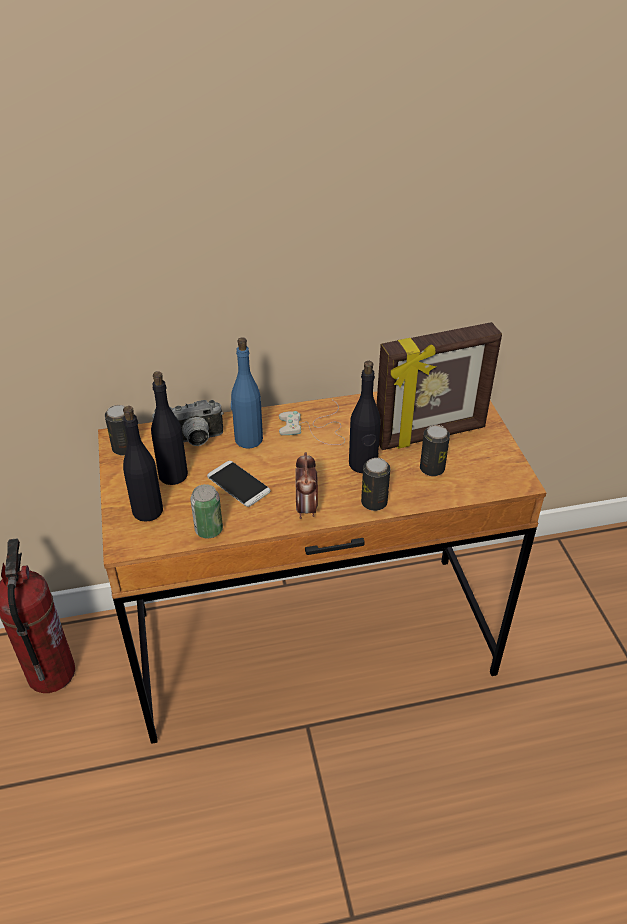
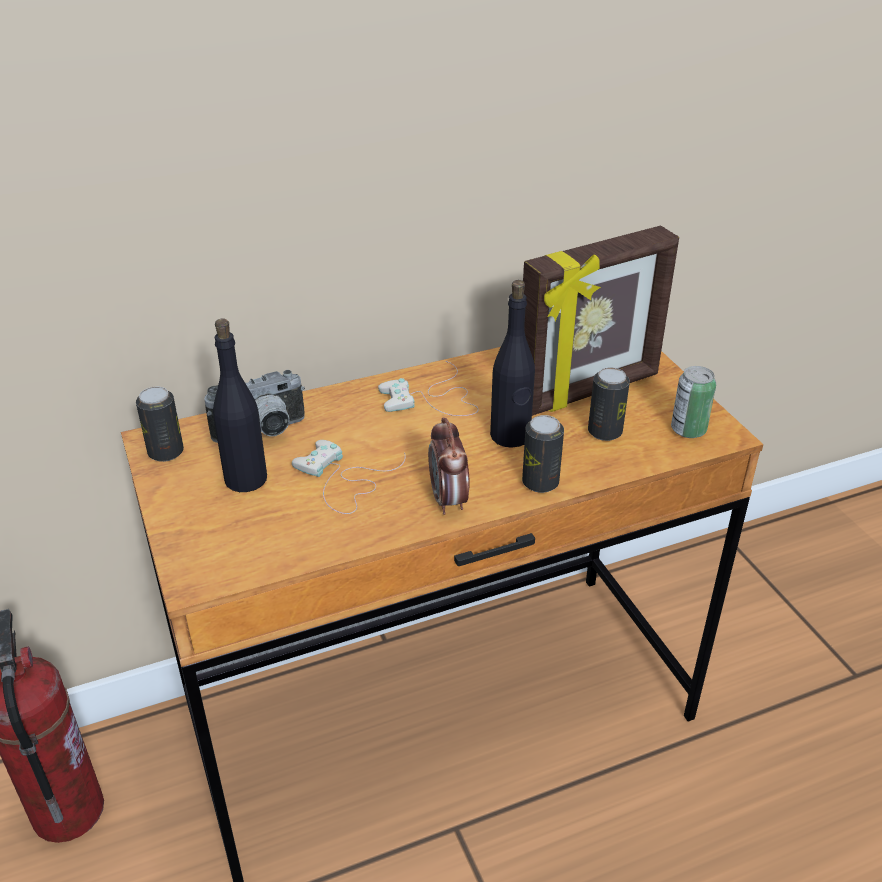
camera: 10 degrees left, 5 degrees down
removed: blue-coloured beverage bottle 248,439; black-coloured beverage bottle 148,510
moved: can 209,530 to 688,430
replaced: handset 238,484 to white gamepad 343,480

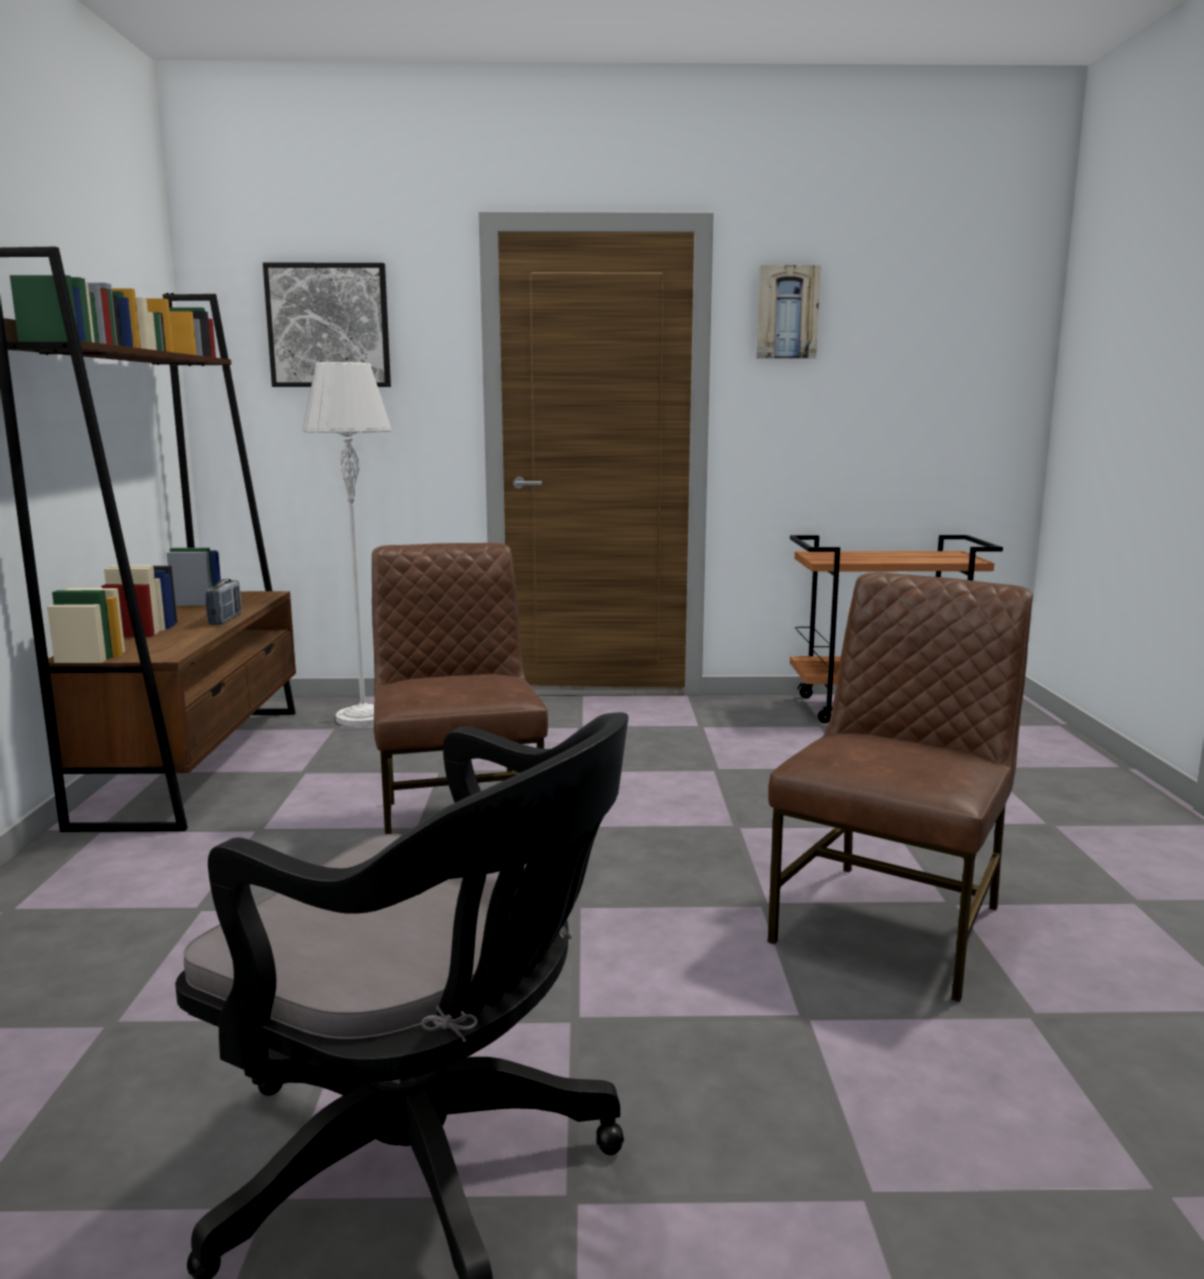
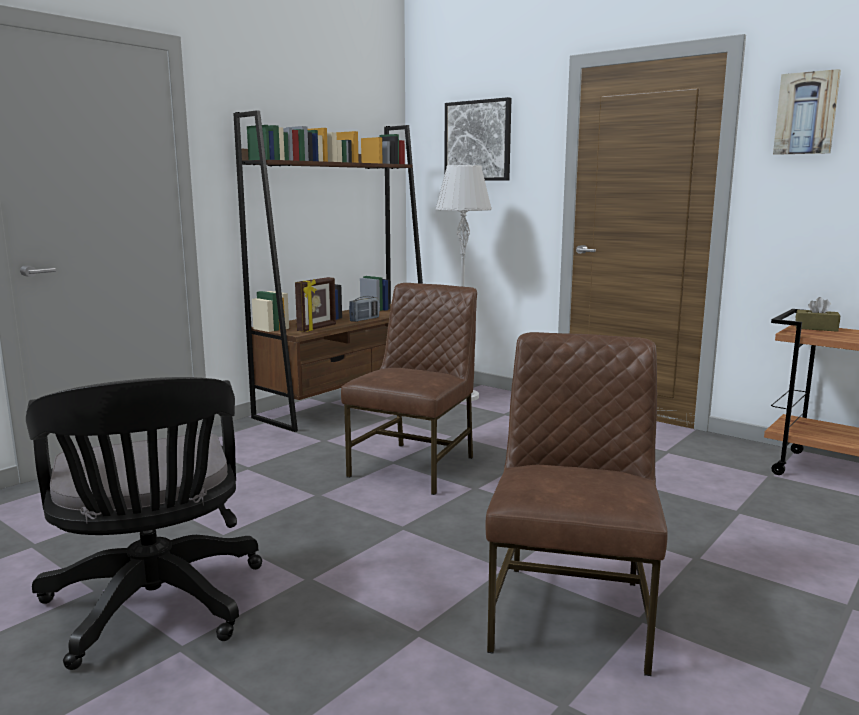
camera: 40 degrees right, 0 degrees up
added: picture frame 317,328; brown-coloured tissue box 816,328
turned: brown-coloured chair 893,923 = 571,613 60 degrees counterclockwise

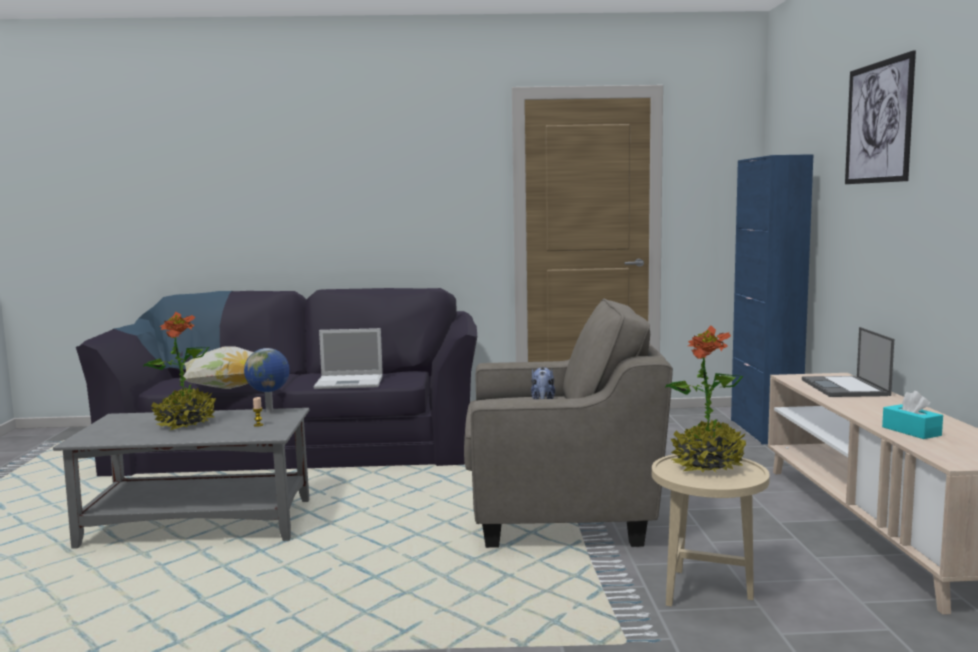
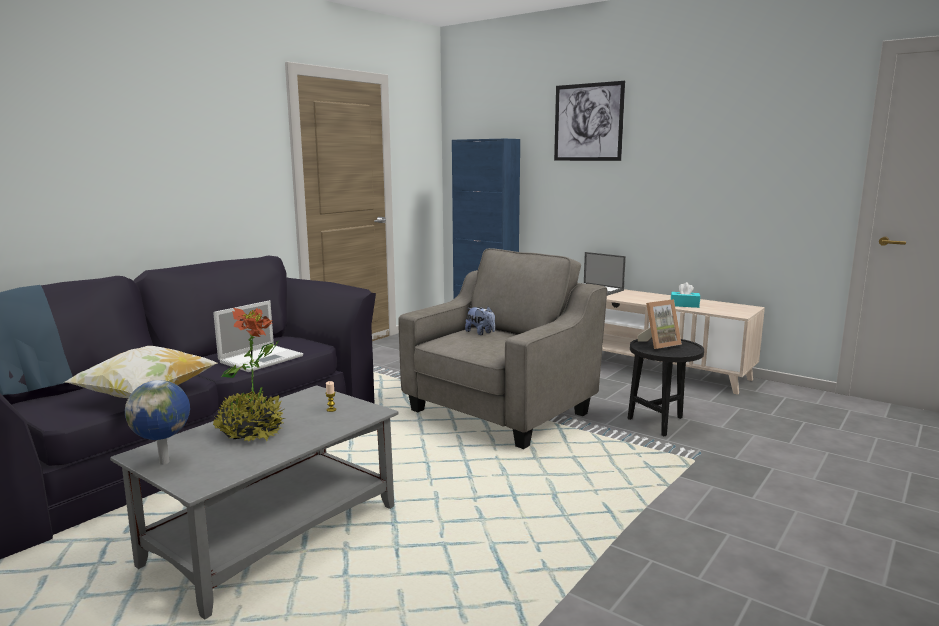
camera: 50 degrees left, 5 degrees up
moved: world globe 270,411 to 165,462
replaced: plant in a pot 707,464 to picture frame 659,344
recoloured: sand-coloured side table 706,592 to black-coloured side table 661,422

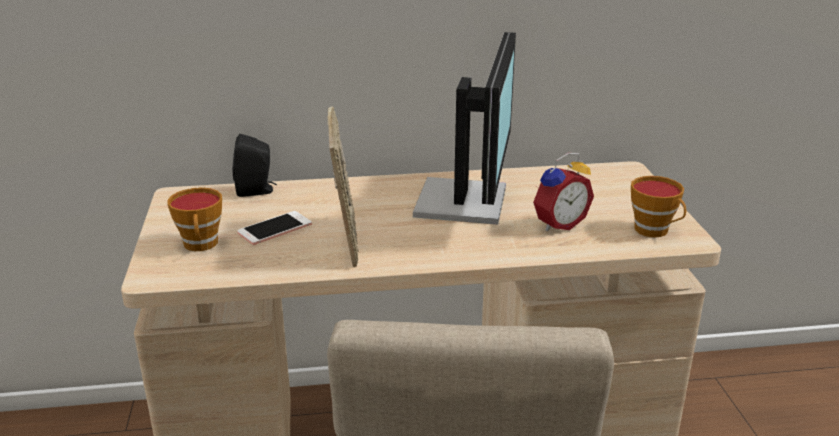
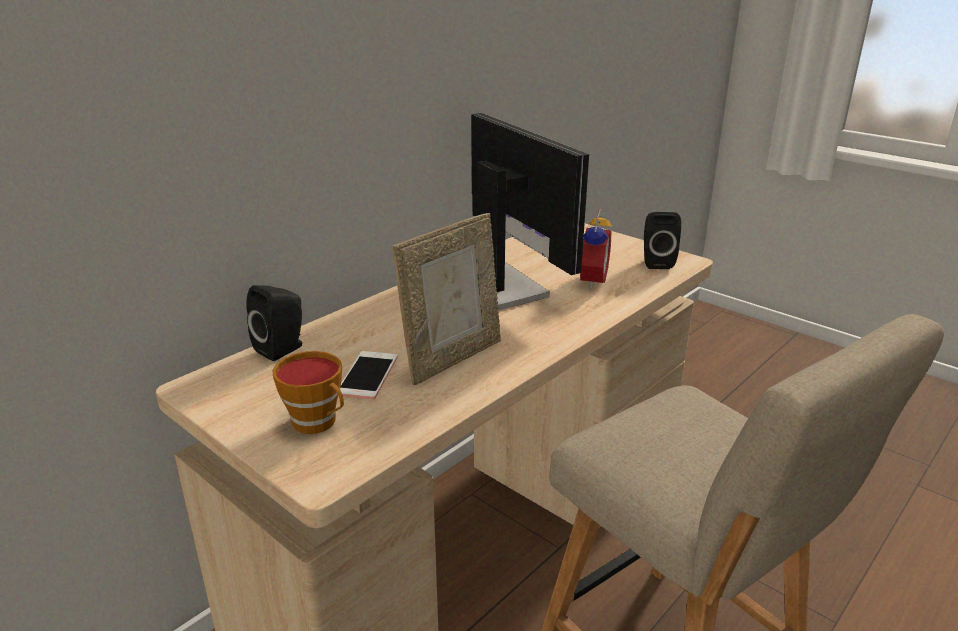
camera: 40 degrees left, 0 degrees up
replaced: cup 655,231 to black-coloured audio speaker 656,262
turned: picture frame 345,240 = 452,358 90 degrees clockwise

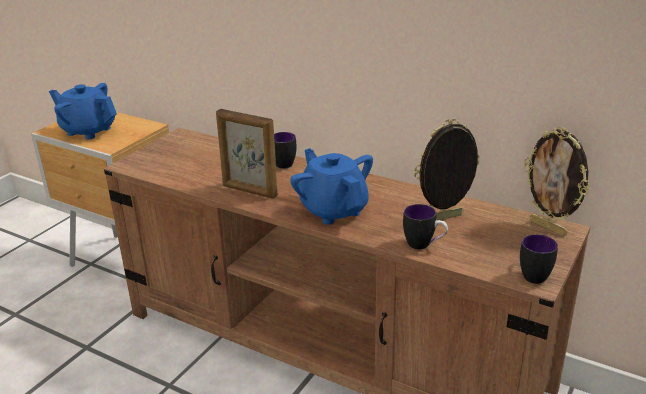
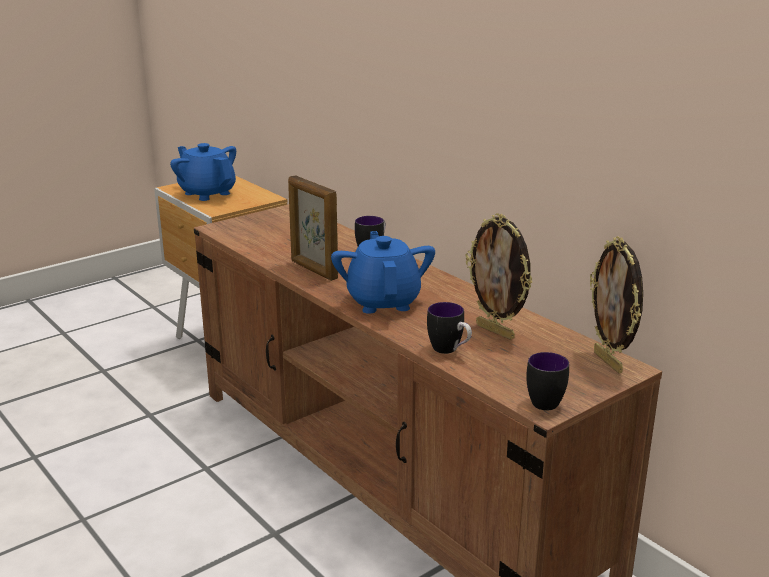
camera: 20 degrees right, 5 degrees down
turned: picture frame 445,219 = 496,331 135 degrees counterclockwise

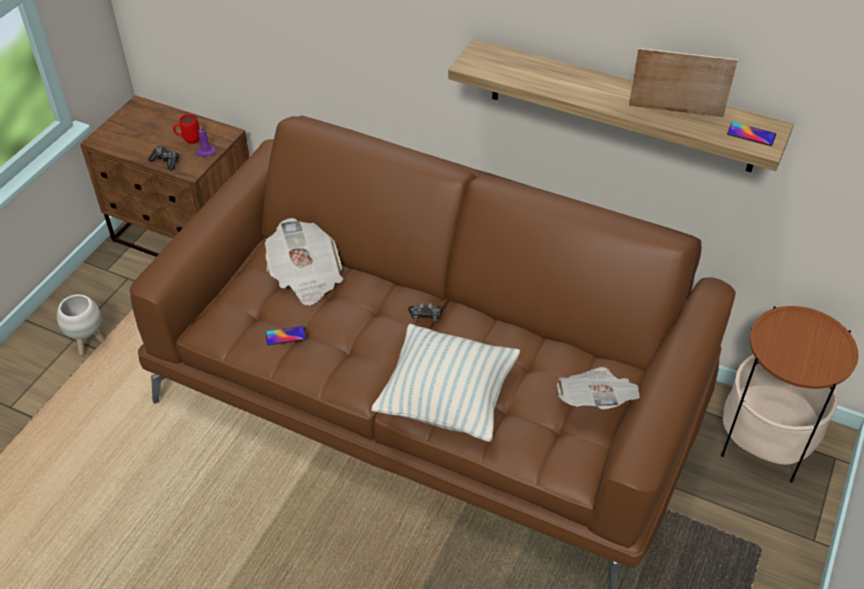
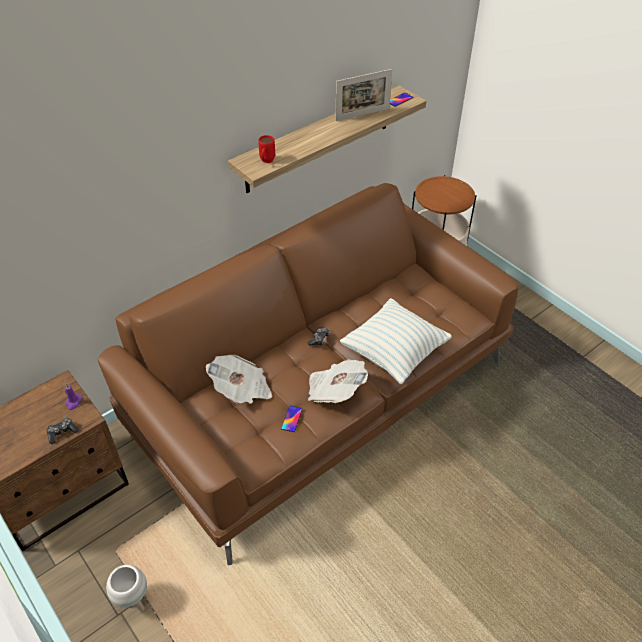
camera: 65 degrees left, 0 degrees up
moved: red tea mug 188,141 to 266,162; newspaper 595,401 to 335,391
turned: picture frame 675,111 = 362,114 150 degrees counterclockwise

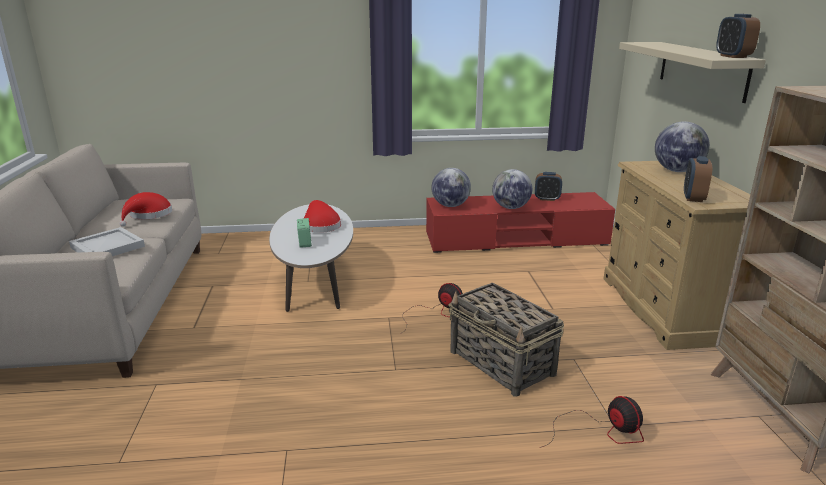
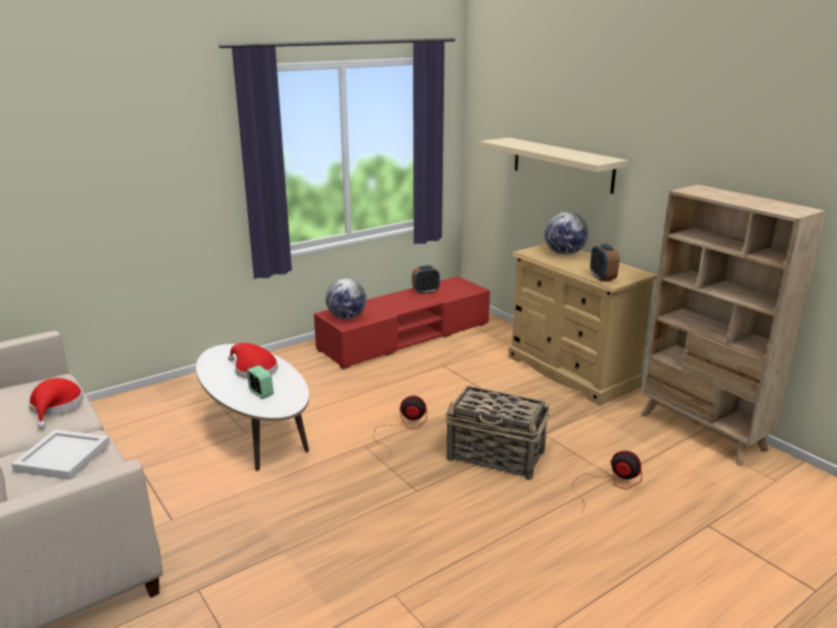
camera: 30 degrees left, 0 degrees up
removed: table clock 733,56; world globe 510,207

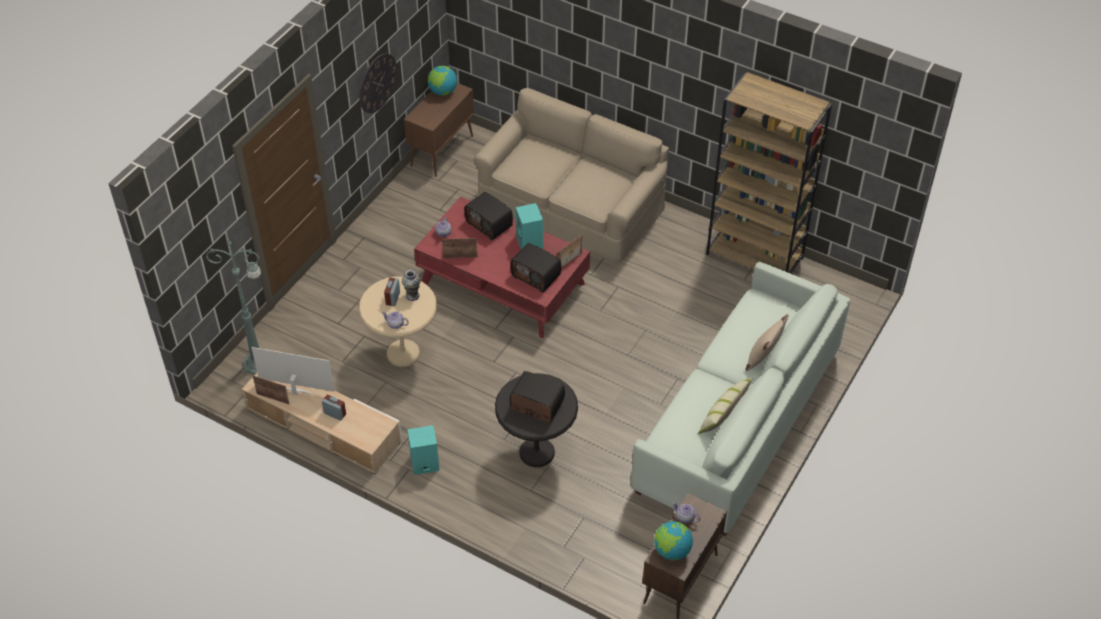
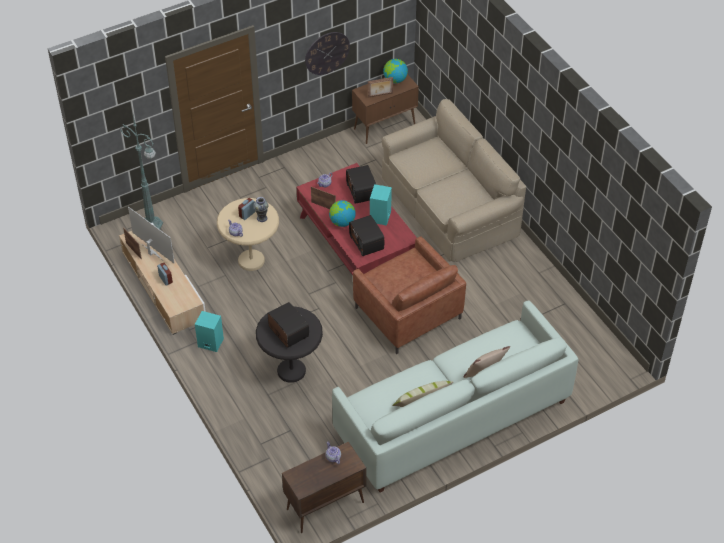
camera: 30 degrees right, 0 degrees up
removed: brown-coloured shelving unit 755,256
added: brown-coloured lounge chair 407,313
moved: picture frame 570,262 to 380,95; world globe 672,551 to 342,222

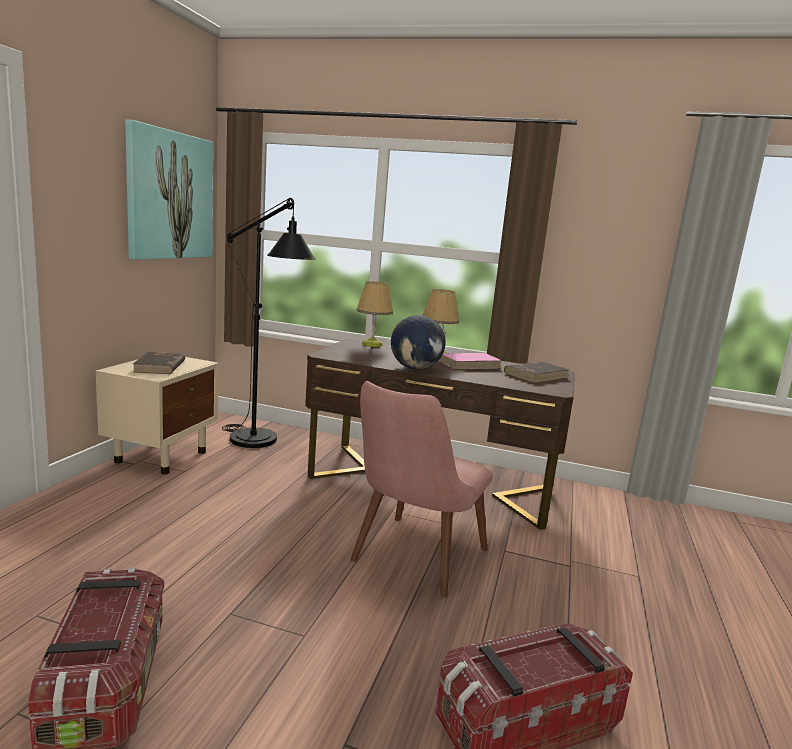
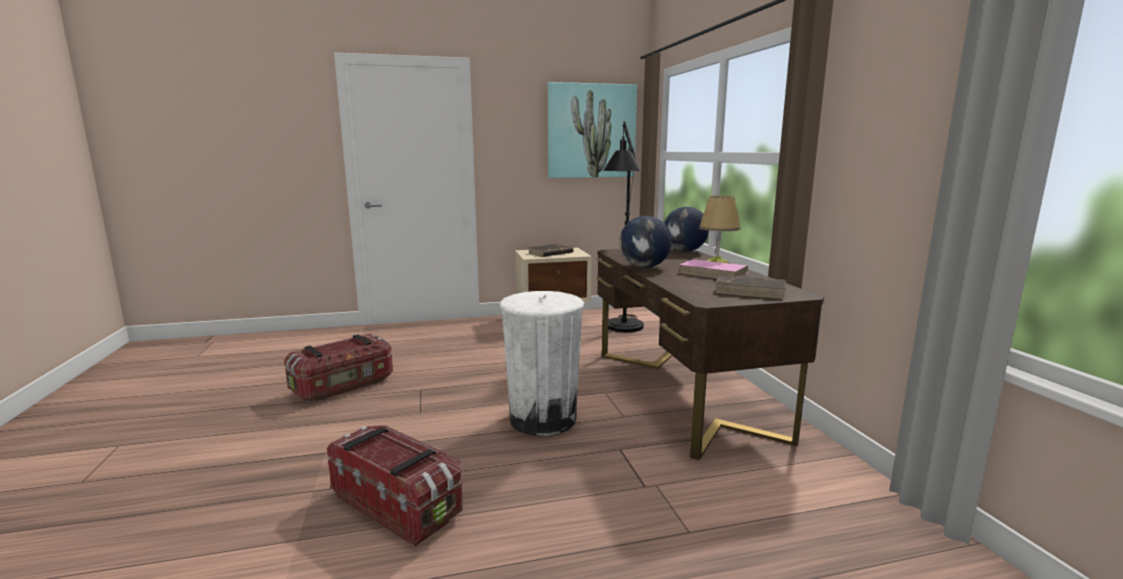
camera: 60 degrees right, 0 degrees up
replaced: table lamp 372,344 to world globe 684,251; pink chair 411,562 to white trash can 542,419

